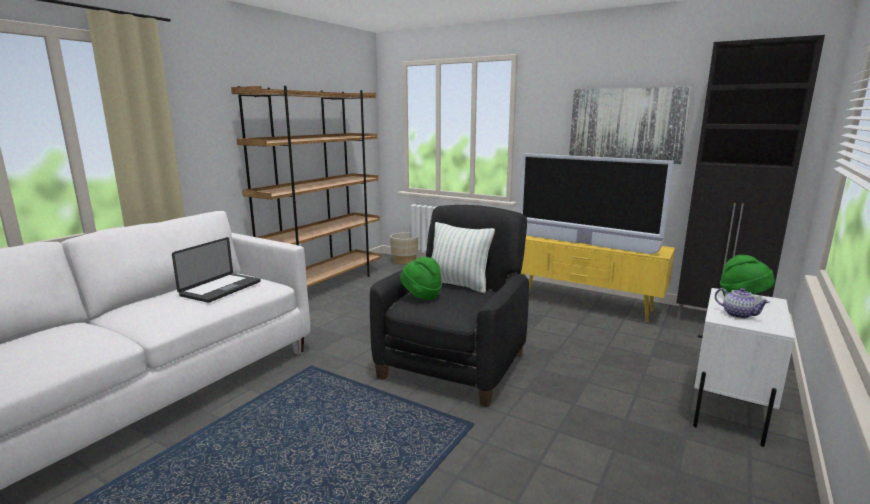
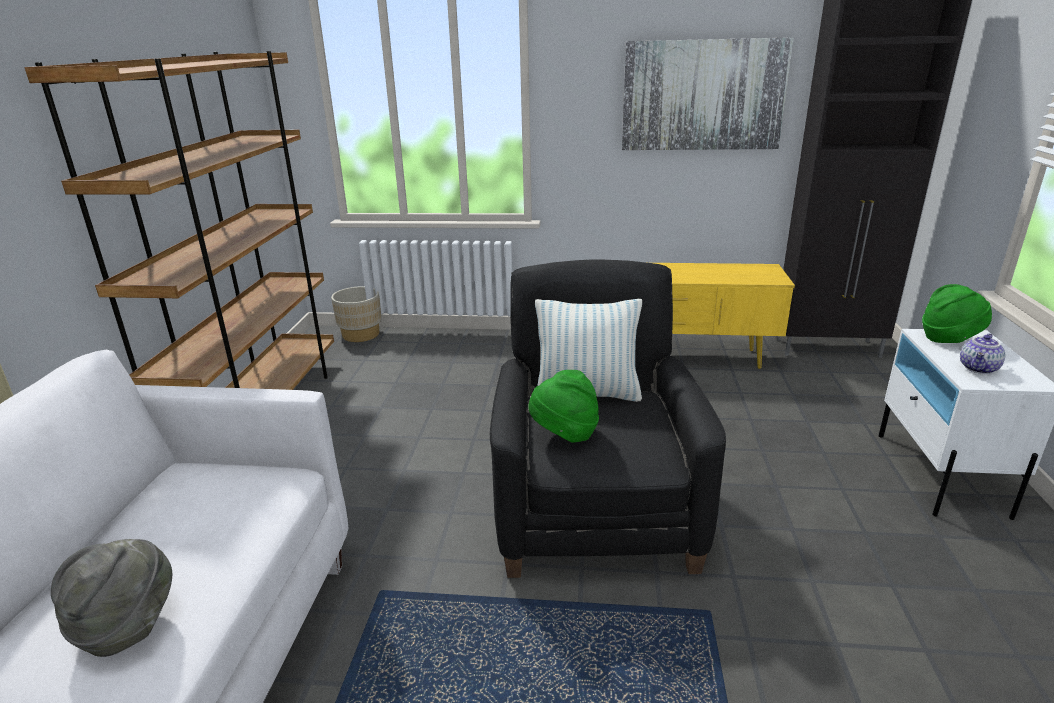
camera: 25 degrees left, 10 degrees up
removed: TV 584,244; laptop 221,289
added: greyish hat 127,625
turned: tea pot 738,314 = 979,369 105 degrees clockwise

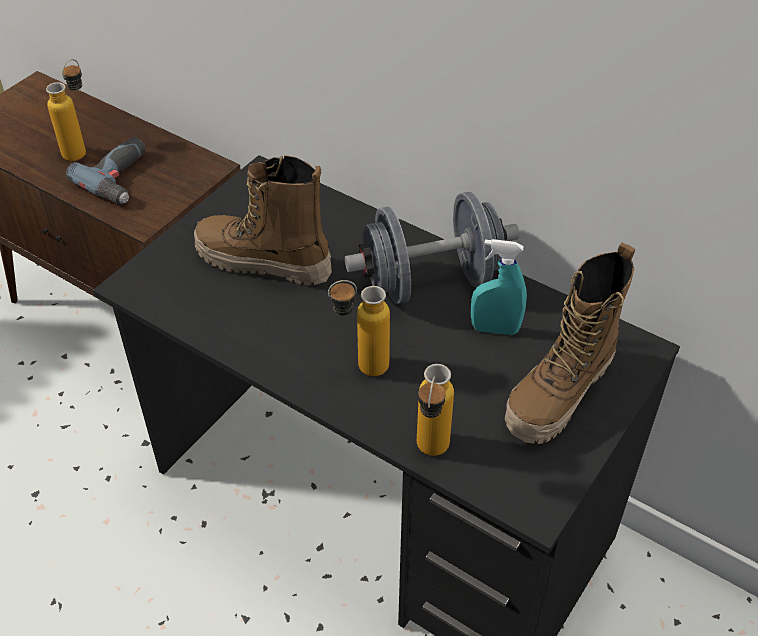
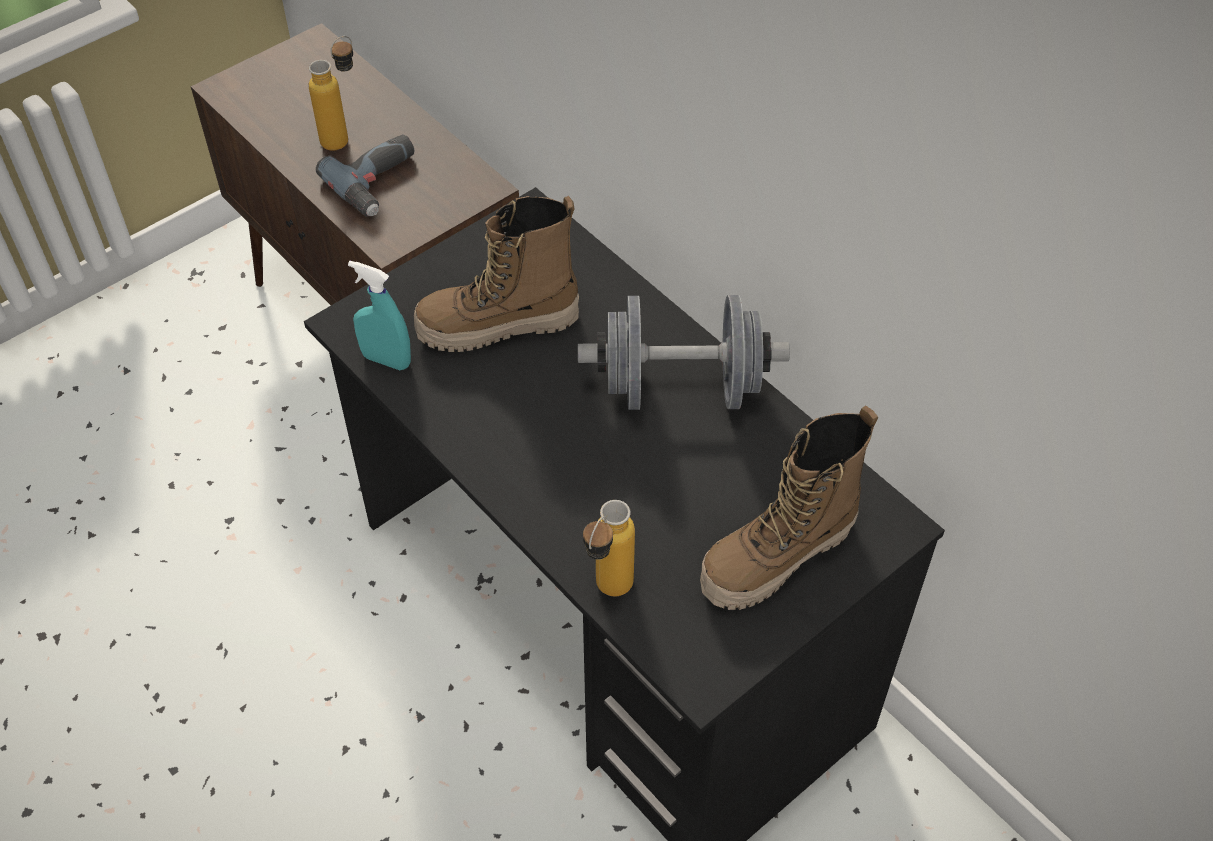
camera: 15 degrees right, 5 degrees up
removed: beverage bottle 360,367
moved: turquoise sprayer 495,329 to 386,360
turned: tall boot 263,263 = 498,326 45 degrees counterclockwise

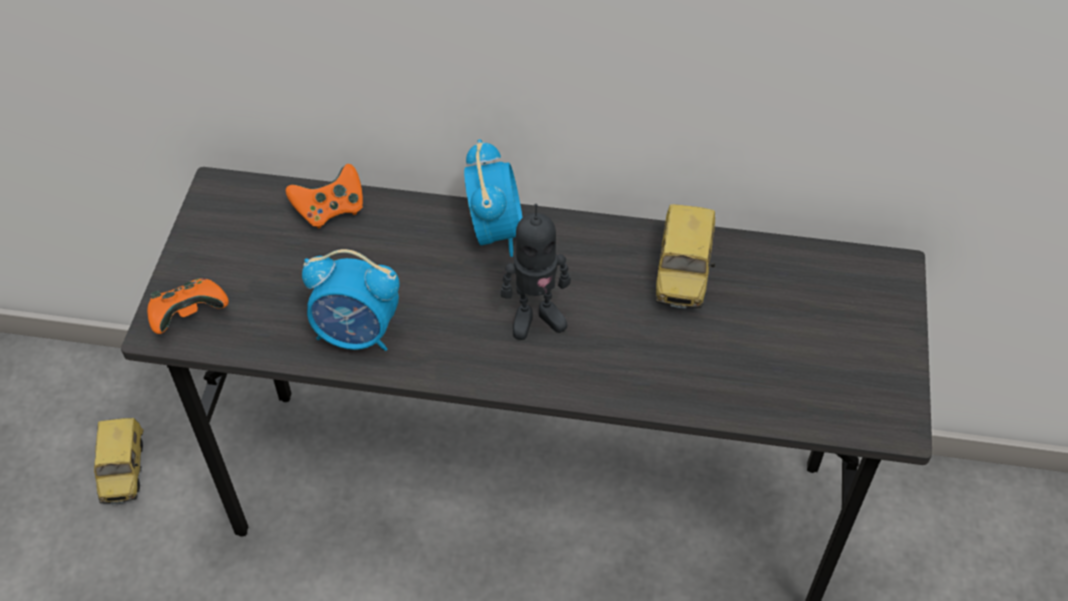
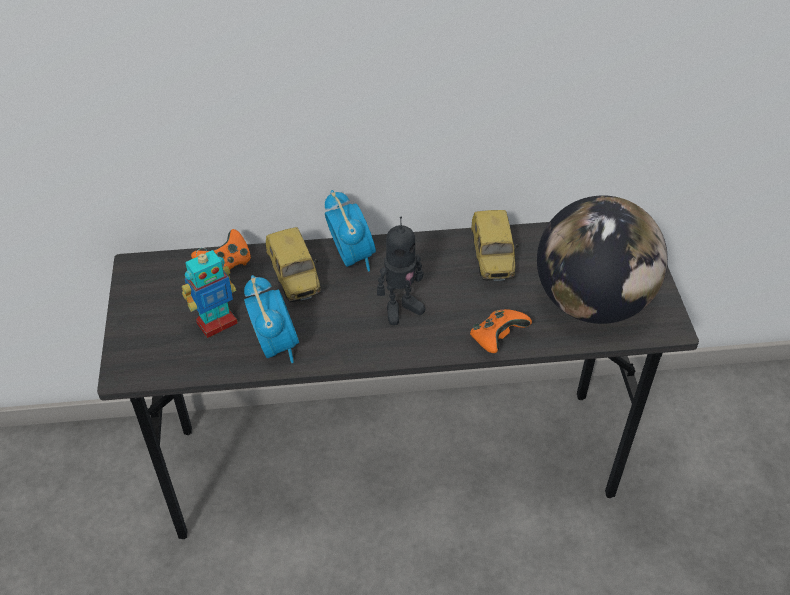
camera: 15 degrees left, 5 degrees down
added: world globe 591,302; toy robot 216,323
moved: orange gamepad 189,315 to 497,339; miniature car 125,471 to 296,279
turned: table clock 357,334 = 275,345 105 degrees counterclockwise

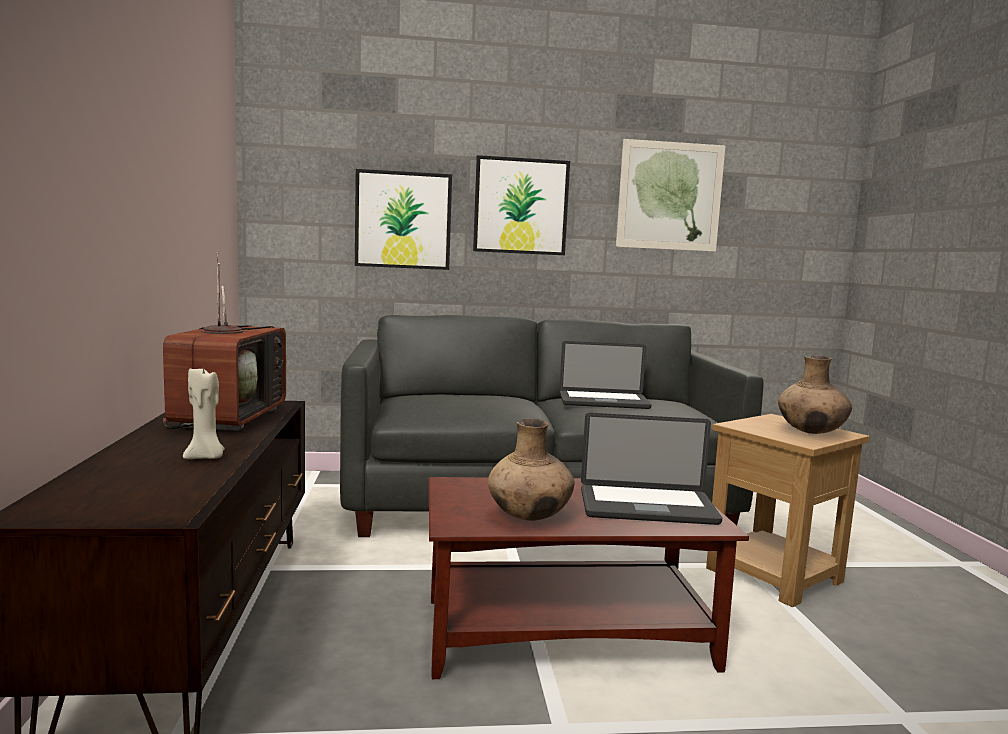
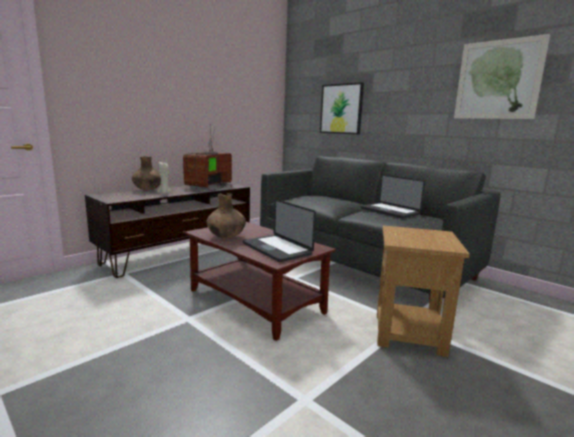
camera: 50 degrees right, 5 degrees up
removed: wall picture 520,206
moved: brown-coloured flower vase 811,432 to 148,190
turned: TV 228,417 = 209,187 150 degrees clockwise

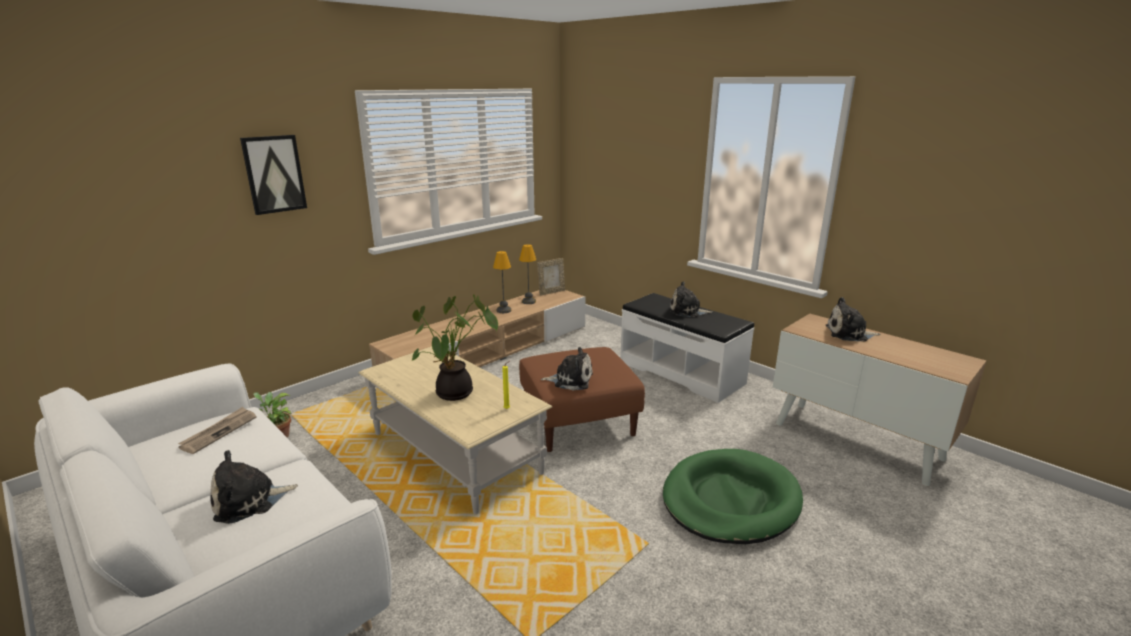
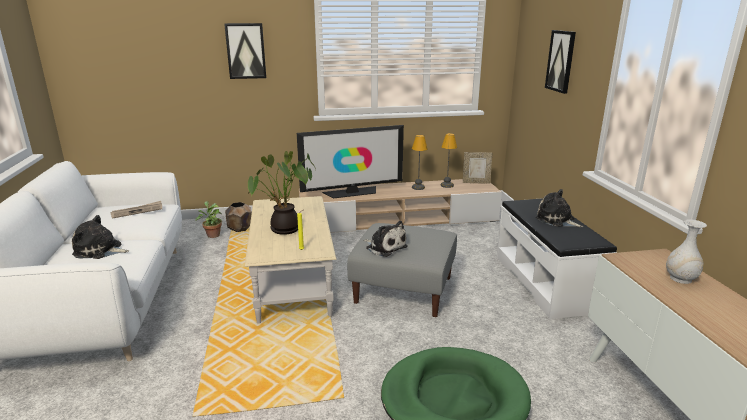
camera: 35 degrees right, 0 degrees up
added: wall picture 561,61; TV 352,192; brown-coloured flower pot 240,229
replaced: cuddly toy 849,334 to white flower vase 681,279
recoloured: brown-coloured pouffe 579,420 to greyish pouffe 404,290

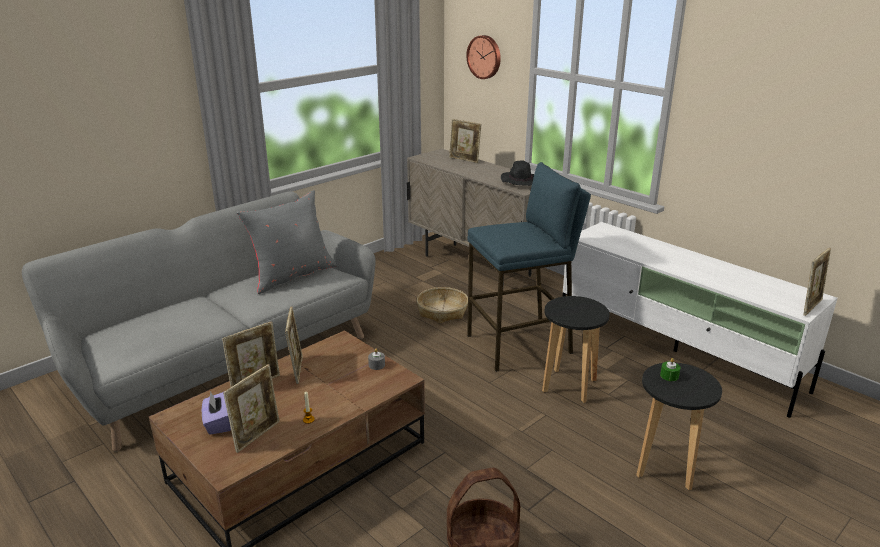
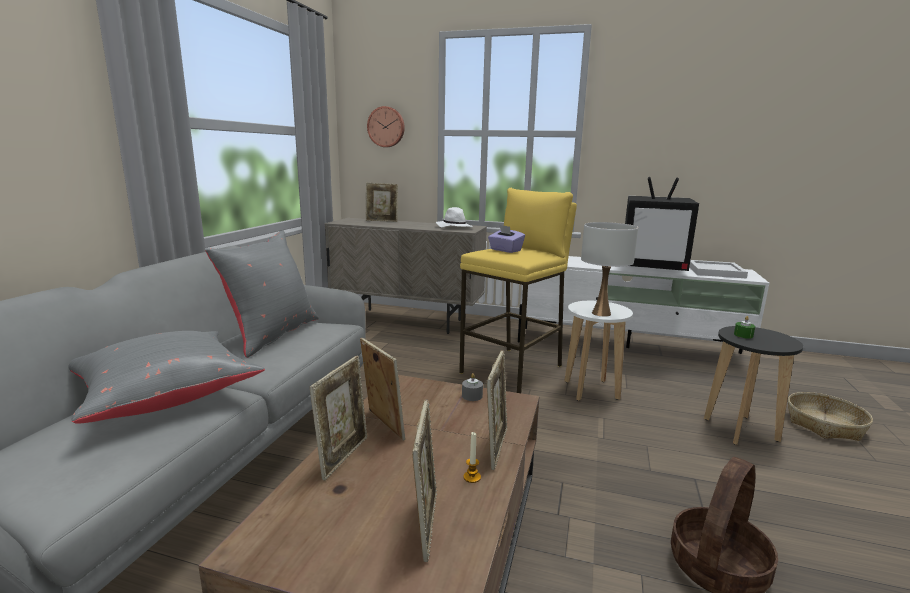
camera: 30 degrees left, 10 degrees down
added: TV 653,267; white table lamp 601,313; white serving tray 716,271; greyish cushion 165,396
moved: picture frame 810,306 to 496,447; basket 442,311 to 825,425; purplish tissue box 219,423 to 505,250
recoloured: black-coloured hat 519,181 to white hat 454,227; blue-coloured sitting stool 520,345 to yellowish sitting stool 513,369; black-coloured sitting stool 569,386 to white sitting stool 591,390

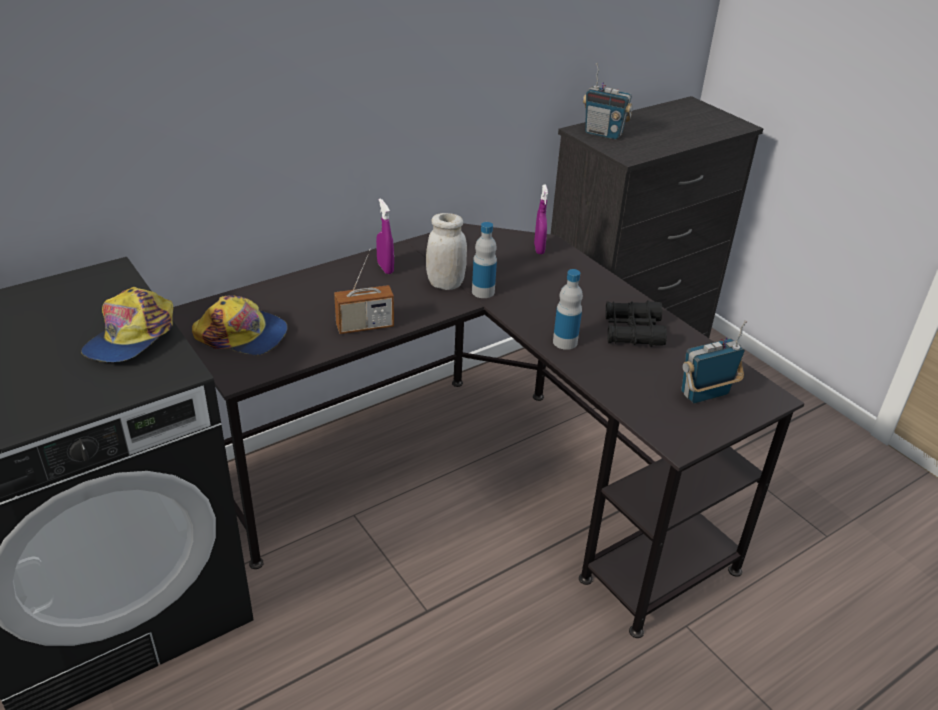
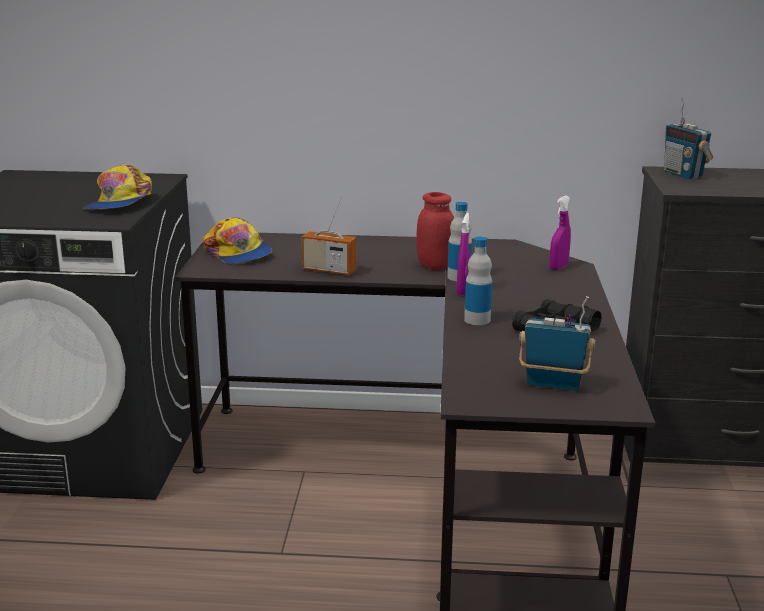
camera: 40 degrees right, 15 degrees down
moved: purplish sprayer 385,268 to 463,291
recoloured: white storage jar 445,284 to red storage jar 434,266
turned: cap 132,337 = 120,203 45 degrees counterclockwise

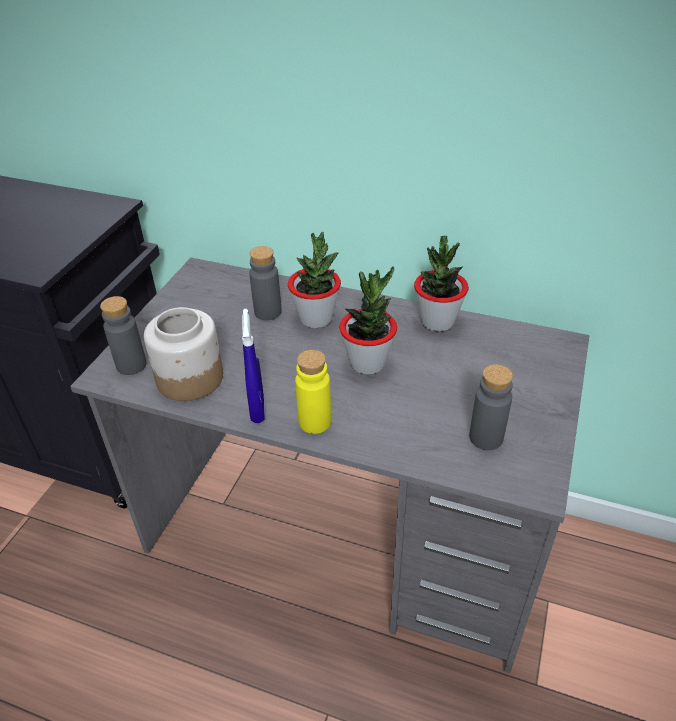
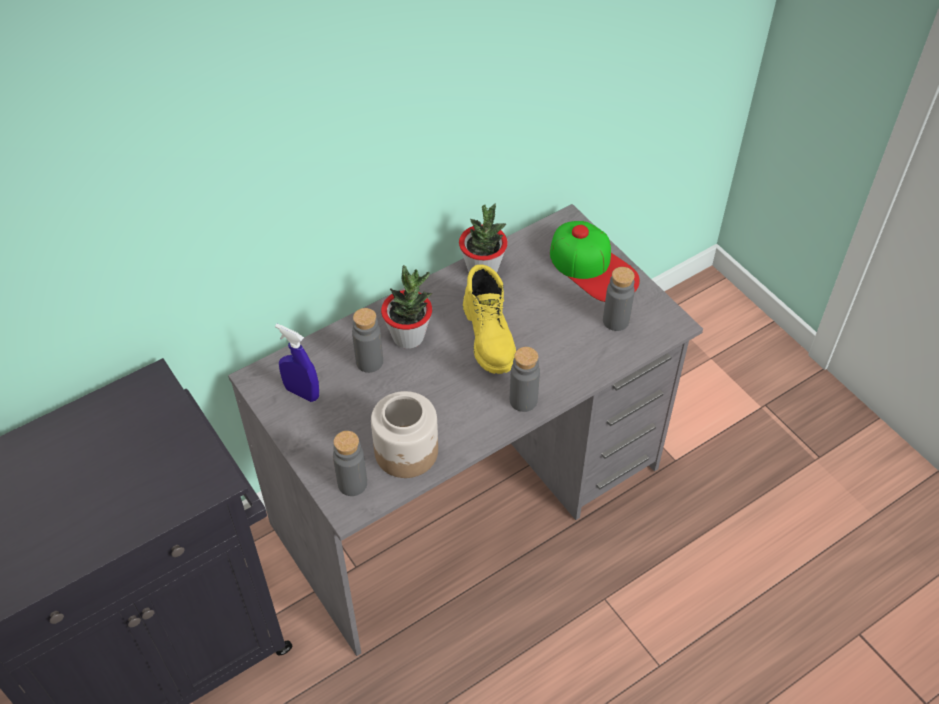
camera: 55 degrees left, 10 degrees up
added: cap 593,267
moved: blue-coloured sprayer 257,409 to 302,393
replaced: plant in a pot 368,363 to yellowish tall boot 490,336
recoloured: yellowish beverage bottle 314,422 to greyish beverage bottle 523,400

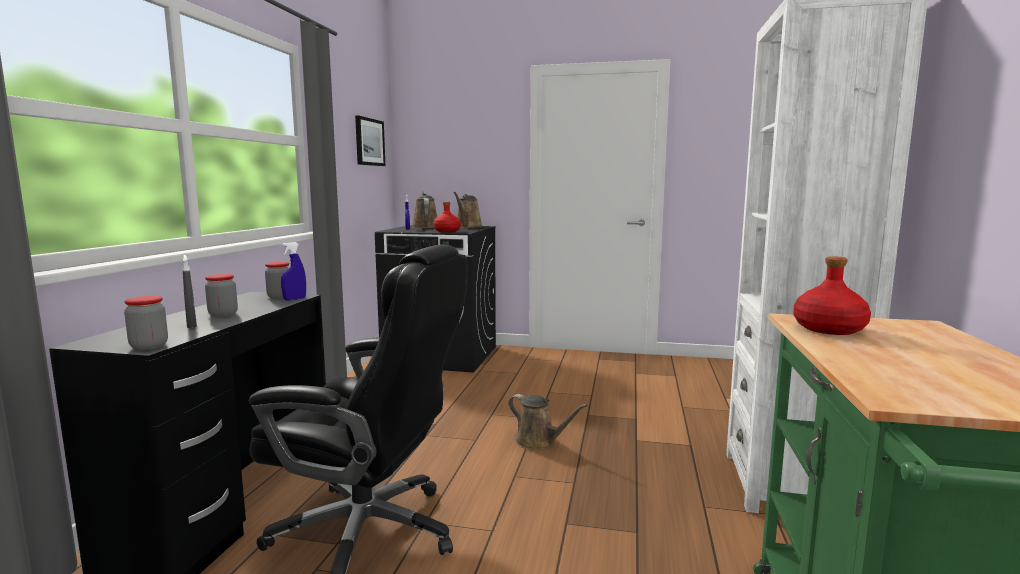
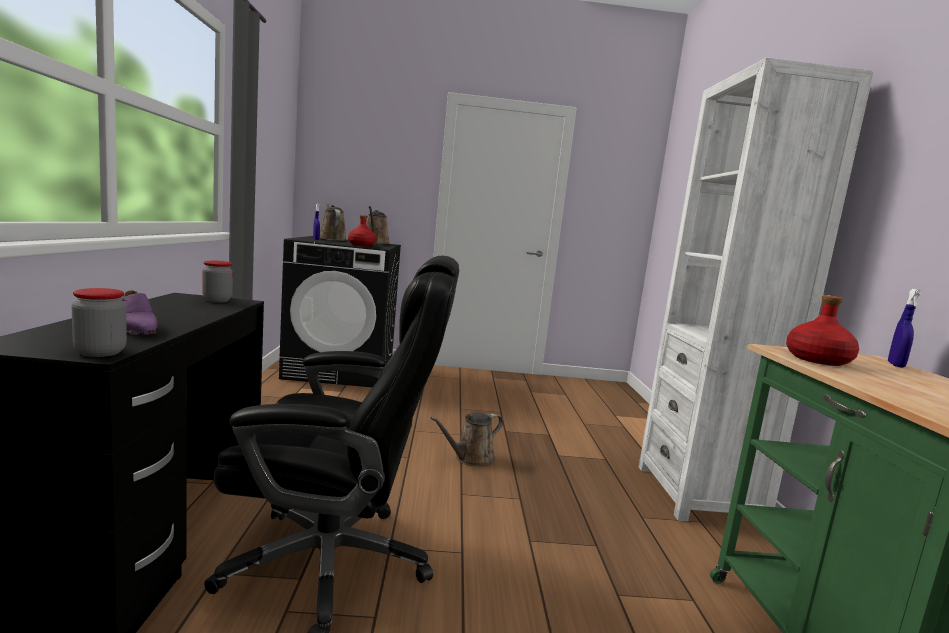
camera: 15 degrees left, 0 degrees up
removed: wall picture 369,142; storage jar 223,314
moved: blue-coloured sprayer 294,299 to 895,365
replaced: greyish sprayer 191,326 to purplish item of footwear 136,329
turned: brown-coloured watering can 539,442 = 471,458 120 degrees clockwise

